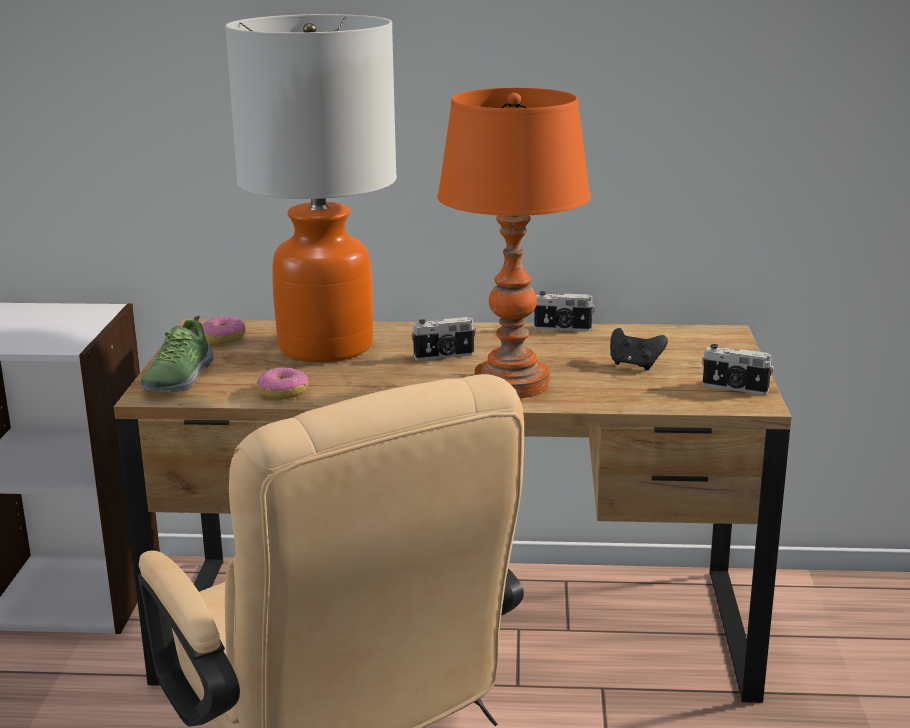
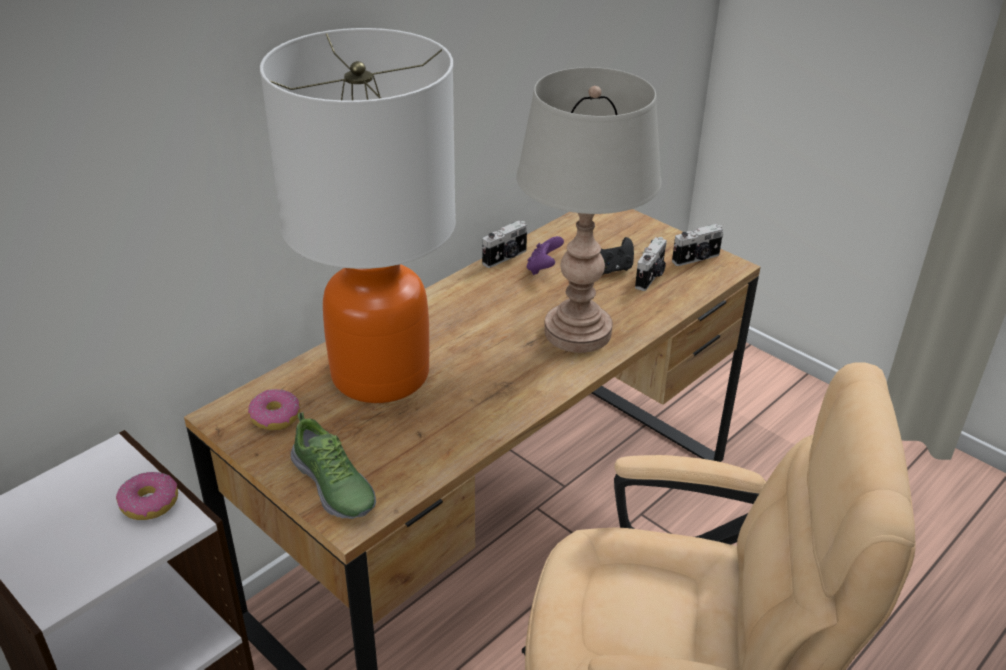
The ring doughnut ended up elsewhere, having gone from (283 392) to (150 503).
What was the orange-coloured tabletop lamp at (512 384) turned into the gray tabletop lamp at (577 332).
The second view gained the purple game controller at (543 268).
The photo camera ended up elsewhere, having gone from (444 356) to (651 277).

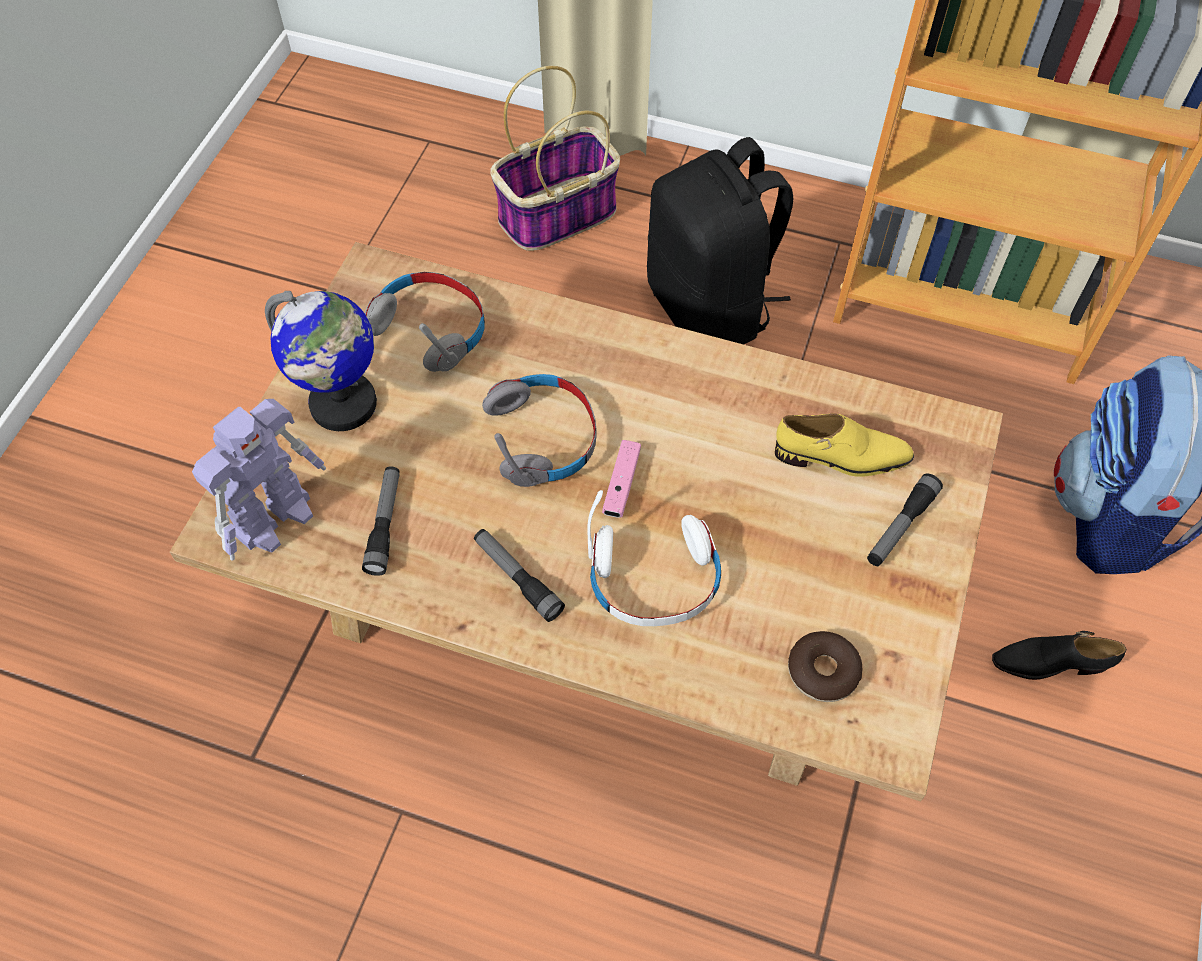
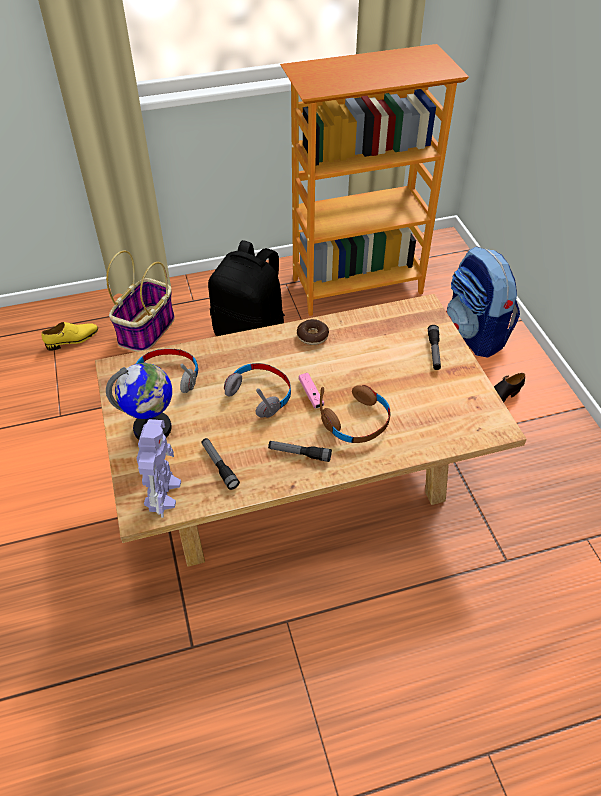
The yellowish shoe ended up elsewhere, having gone from (841 457) to (72 339).
The ring doughnut ended up elsewhere, having gone from (822 671) to (312 336).
What was the whitish headset at (654 580) turned into the brown headset at (357 422).

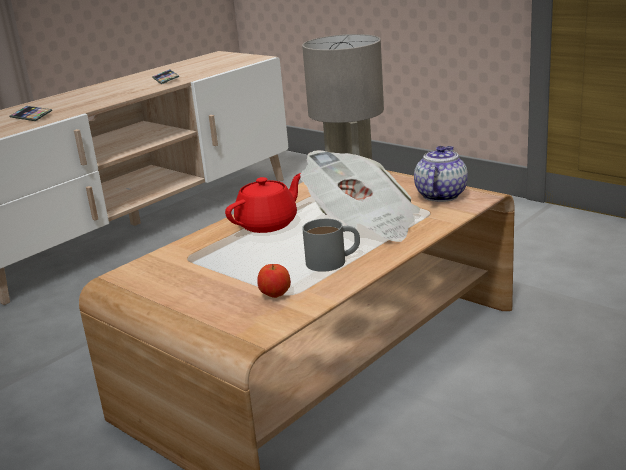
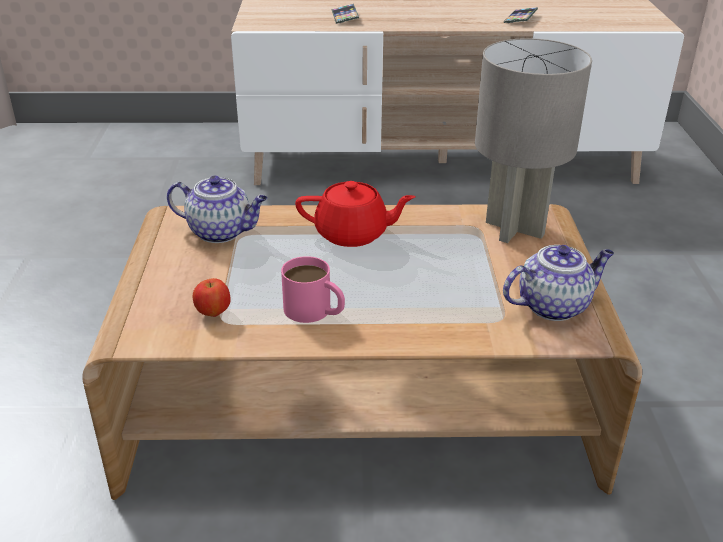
The second view gained the pot for tea at (221 232).
What was the gray tea mug at (333 261) turned into the pink-coloured tea mug at (315 311).
The second view lost the newspaper at (363 223).

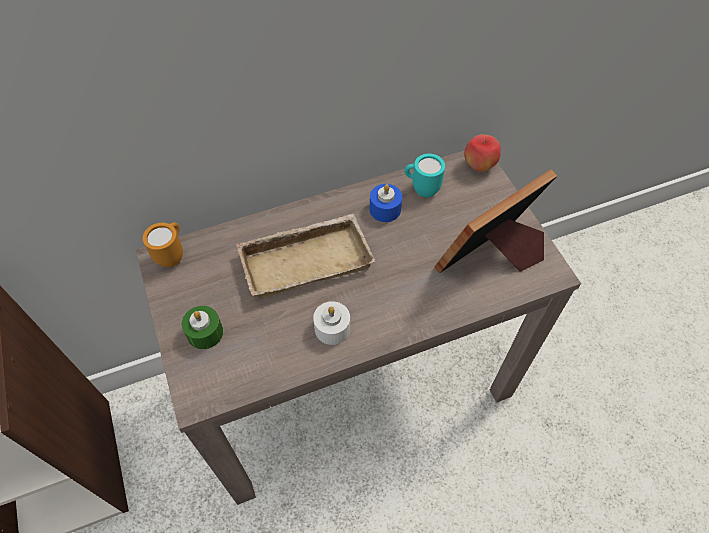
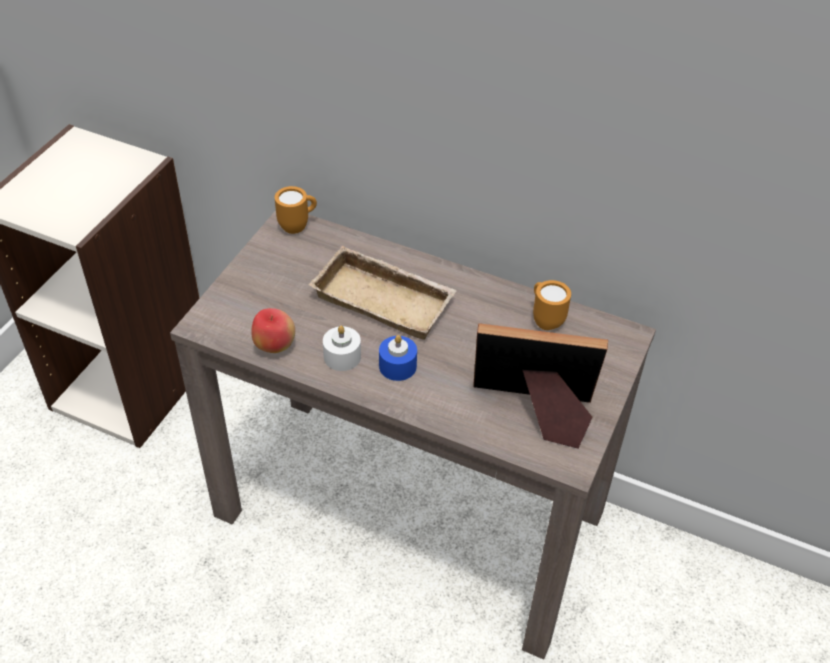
The whole apple ended up elsewhere, having gone from (479 166) to (274 347).
The bluish wax light ended up elsewhere, having gone from (385 209) to (397 366).
What was the turquoise tea mug at (421 189) turned into the orange-coloured tea mug at (545 319).
The second view lost the green-coloured wax light at (205 332).

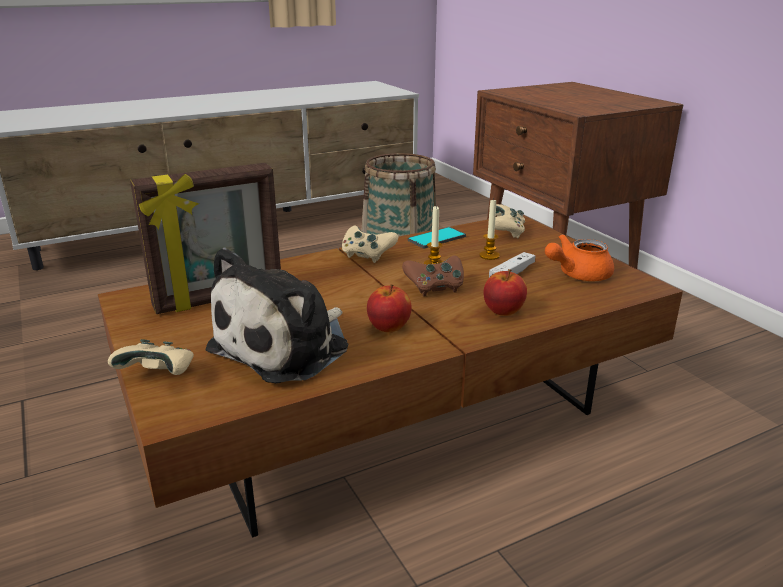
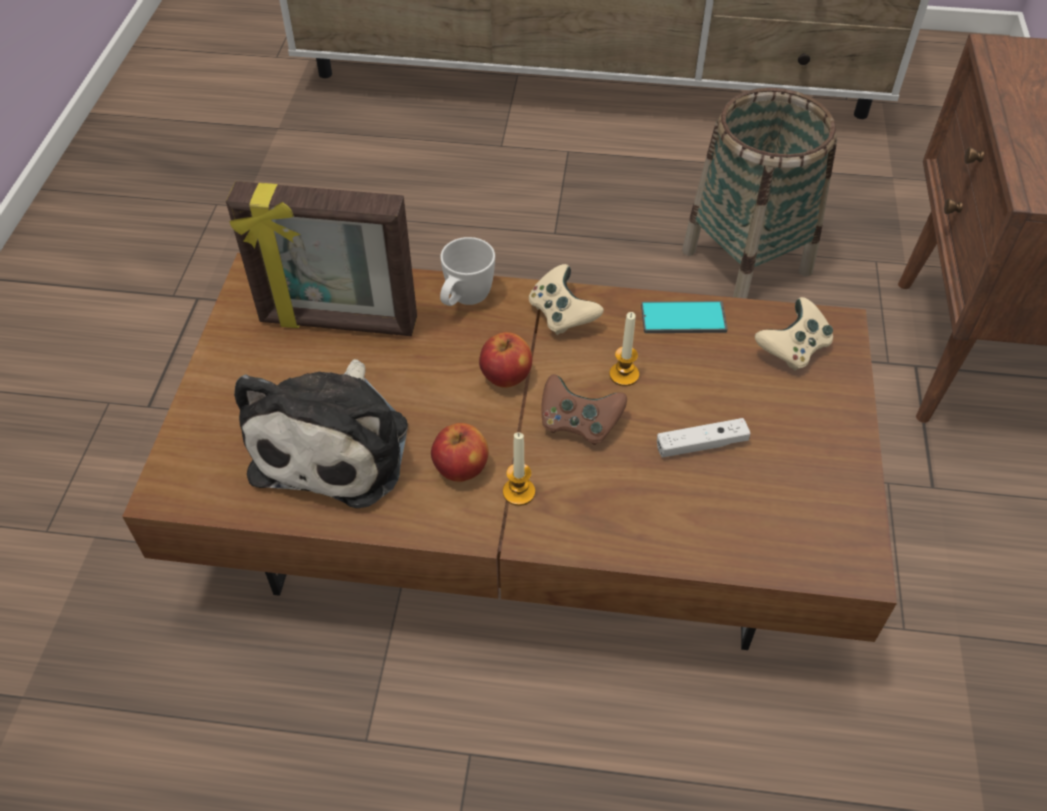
The soft toy at (286 347) ended up facing another way, 60 degrees counterclockwise from before.
The second view gained the whitish tea mug at (464 301).
The whole apple ended up elsewhere, having gone from (503 311) to (506 377).
The wax light ended up elsewhere, having gone from (489 256) to (519 492).
The second view lost the beige game controller at (159 376).
The second view lost the orange-coloured pot for tea at (577 275).

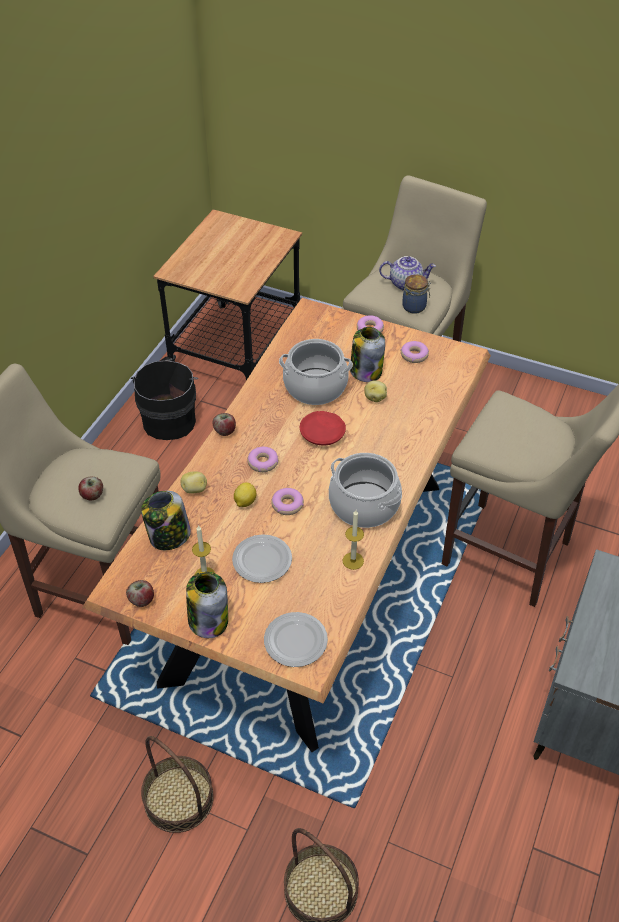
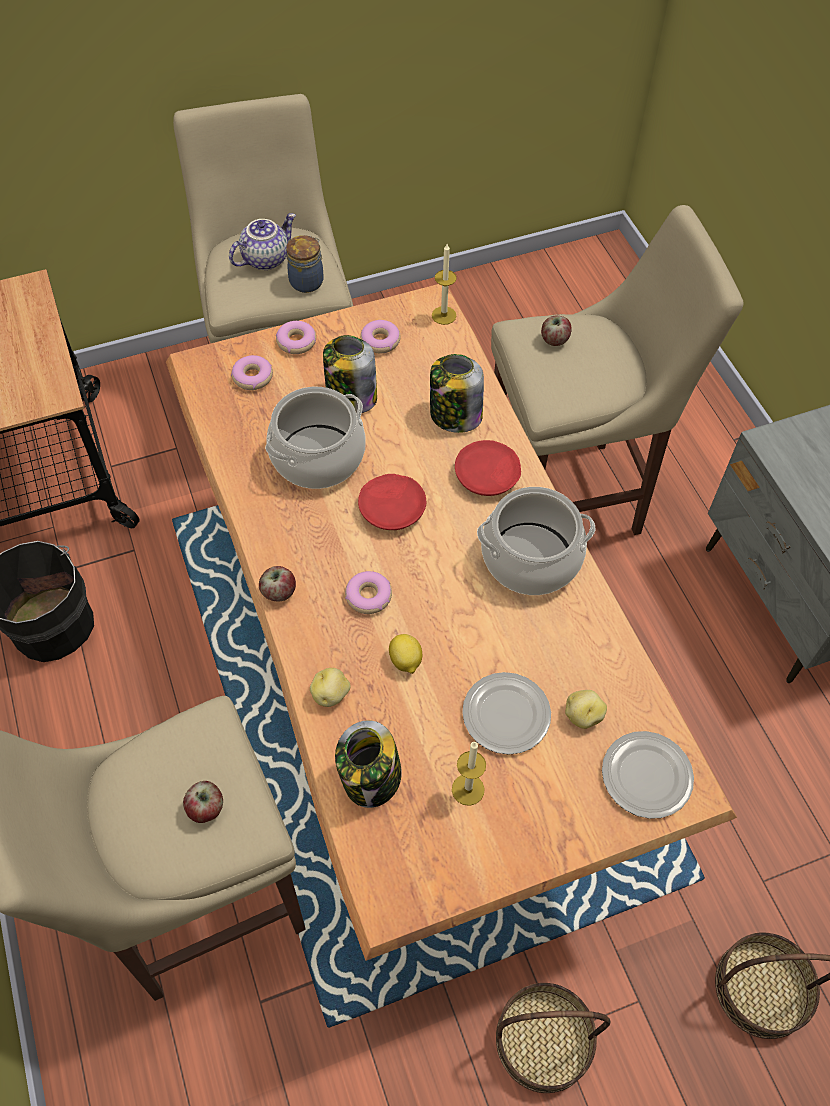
The ring doughnut ended up elsewhere, having gone from (287 505) to (253 377).
The storage jar ended up elsewhere, having gone from (208 620) to (454 415).
The wax light ended up elsewhere, having gone from (353 561) to (444 315).
The second view gained the red-coloured plate at (487 476).
The whole apple ended up elsewhere, having gone from (142 600) to (554 340).
The spud ended up elsewhere, having gone from (375 397) to (582 715).

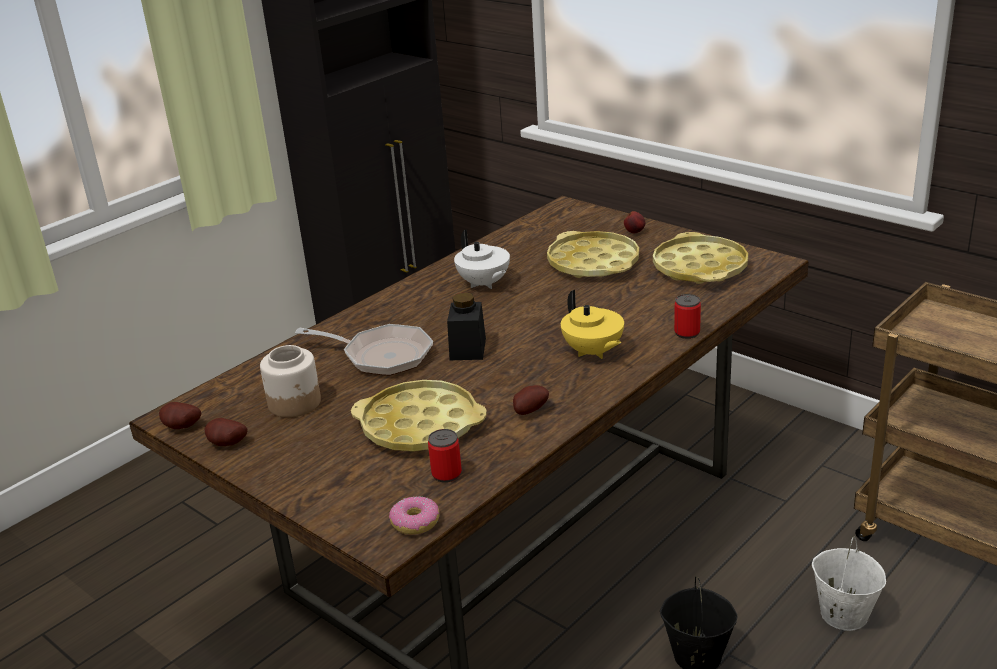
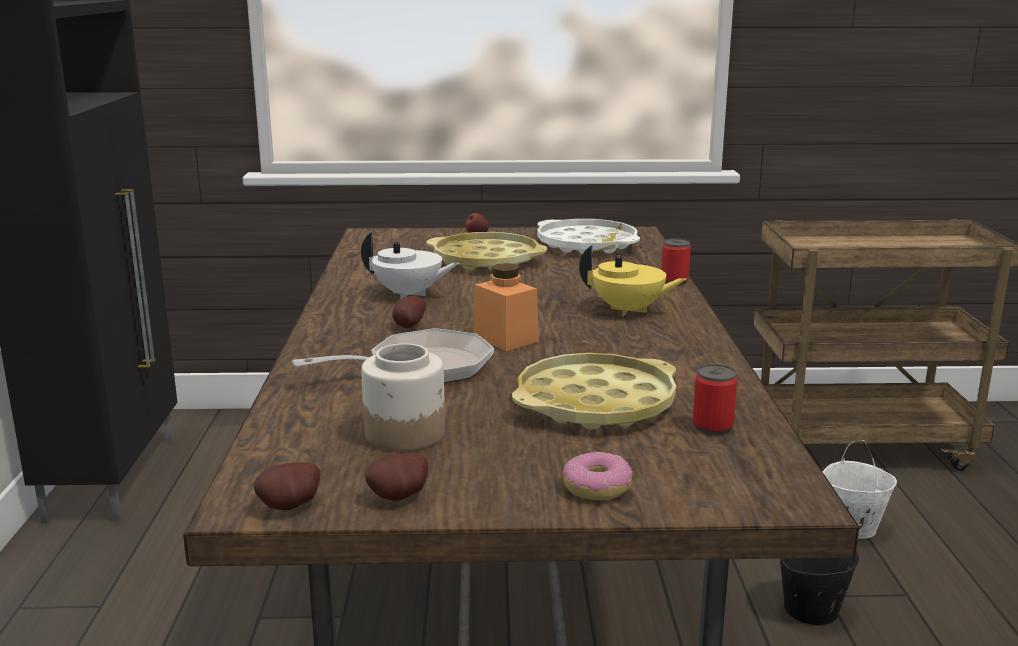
The spud ended up elsewhere, having gone from (529 411) to (408 327).
What was the black storage jar at (468 349) turned into the orange-coloured storage jar at (505 339).
What was the yellowish serving tray at (700 267) turned into the whitish serving tray at (587 245).
The ring doughnut ended up elsewhere, having gone from (415 522) to (597 487).

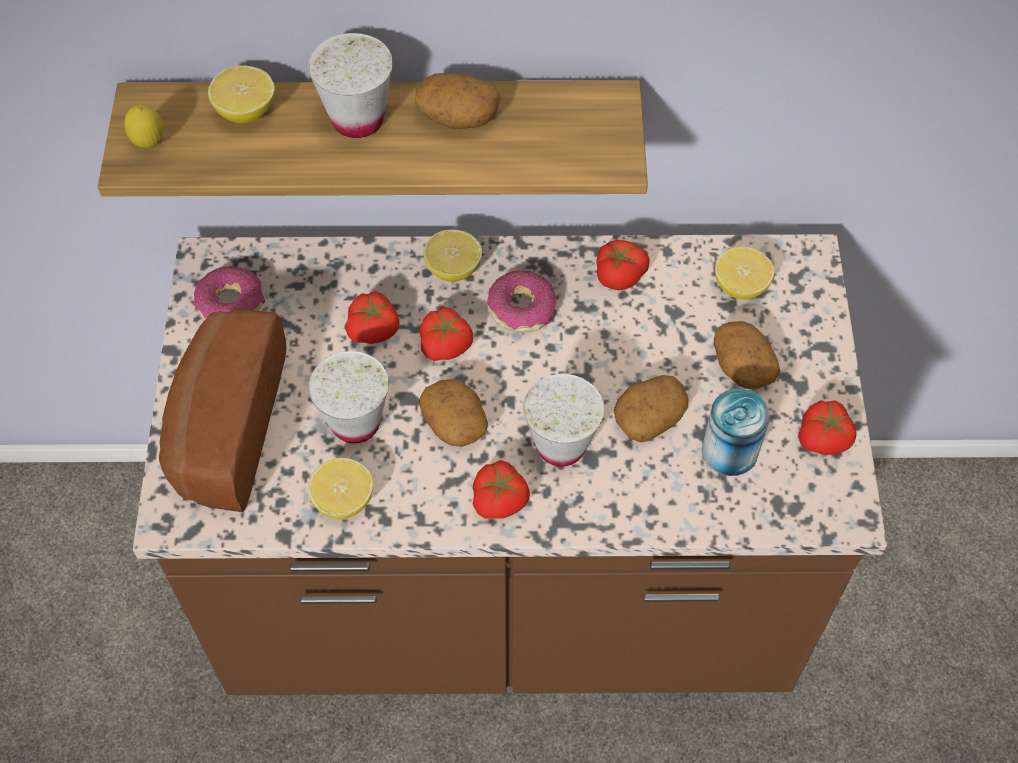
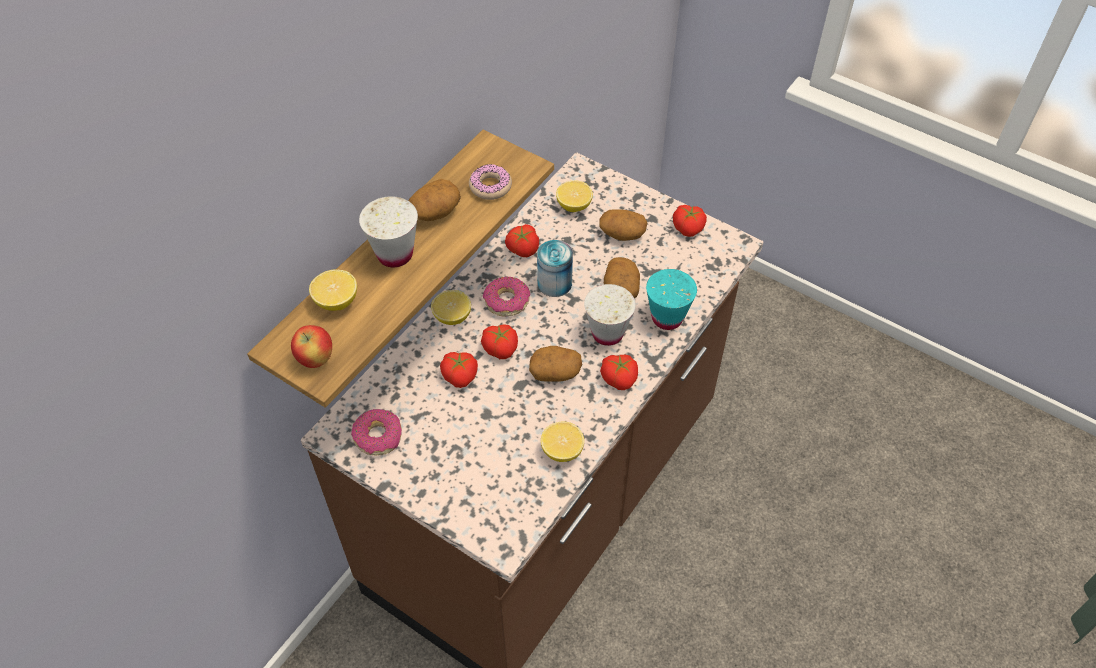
Where the whole lemon stood at (149 144), the whole apple came to stand at (316 359).
The second view gained the ring doughnut at (490 186).
The sealed can ended up elsewhere, having gone from (729 451) to (554 283).
The second view gained the turquoise drinking cup at (667 318).
The second view lost the bread at (223 427).
The second view lost the whitish drinking cup at (355 423).

